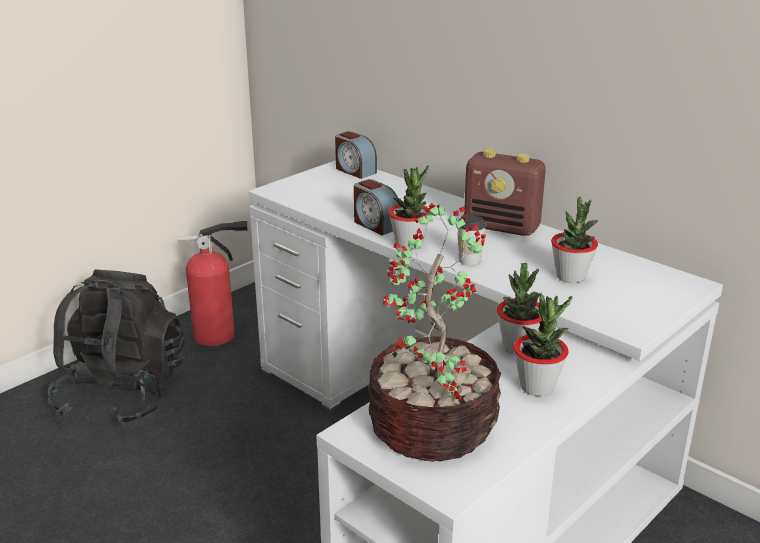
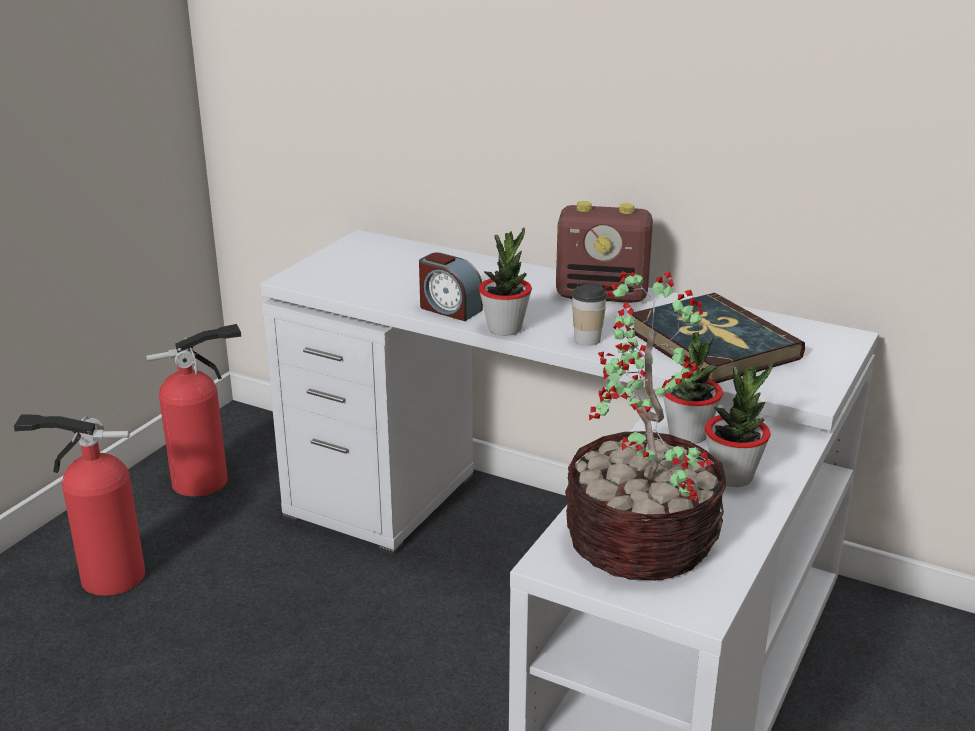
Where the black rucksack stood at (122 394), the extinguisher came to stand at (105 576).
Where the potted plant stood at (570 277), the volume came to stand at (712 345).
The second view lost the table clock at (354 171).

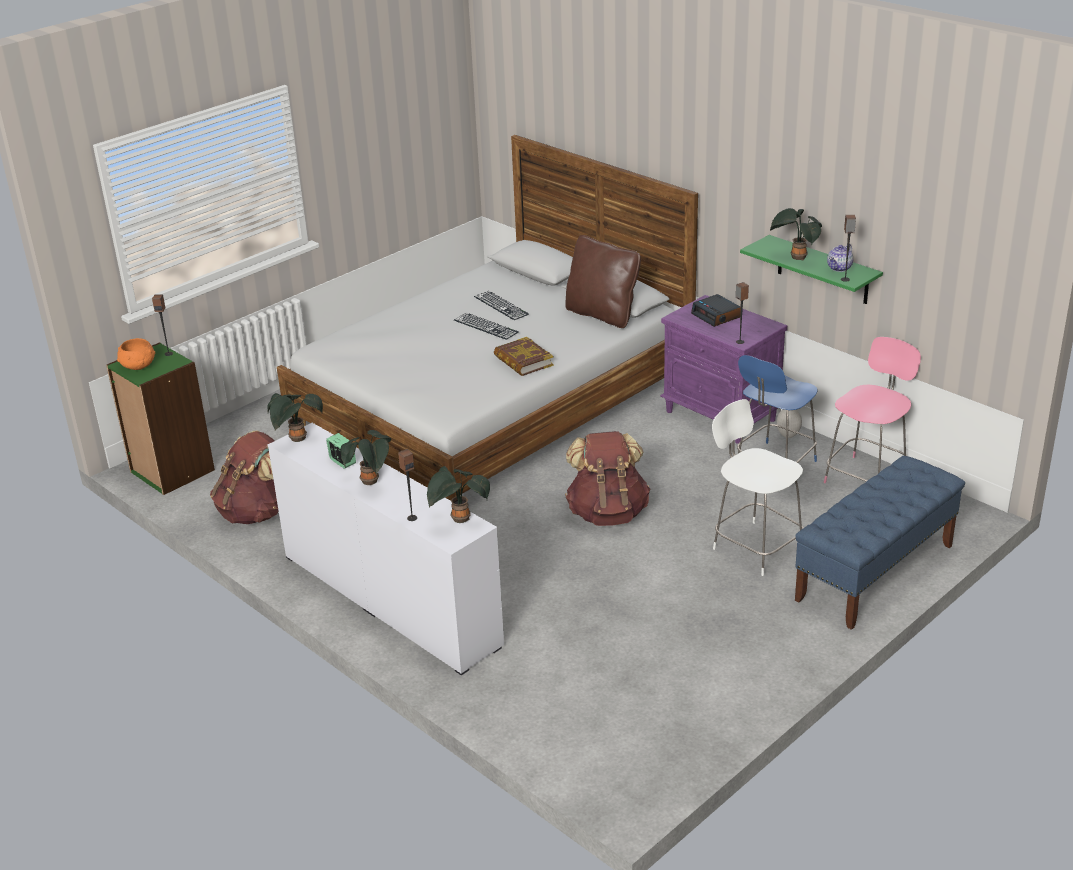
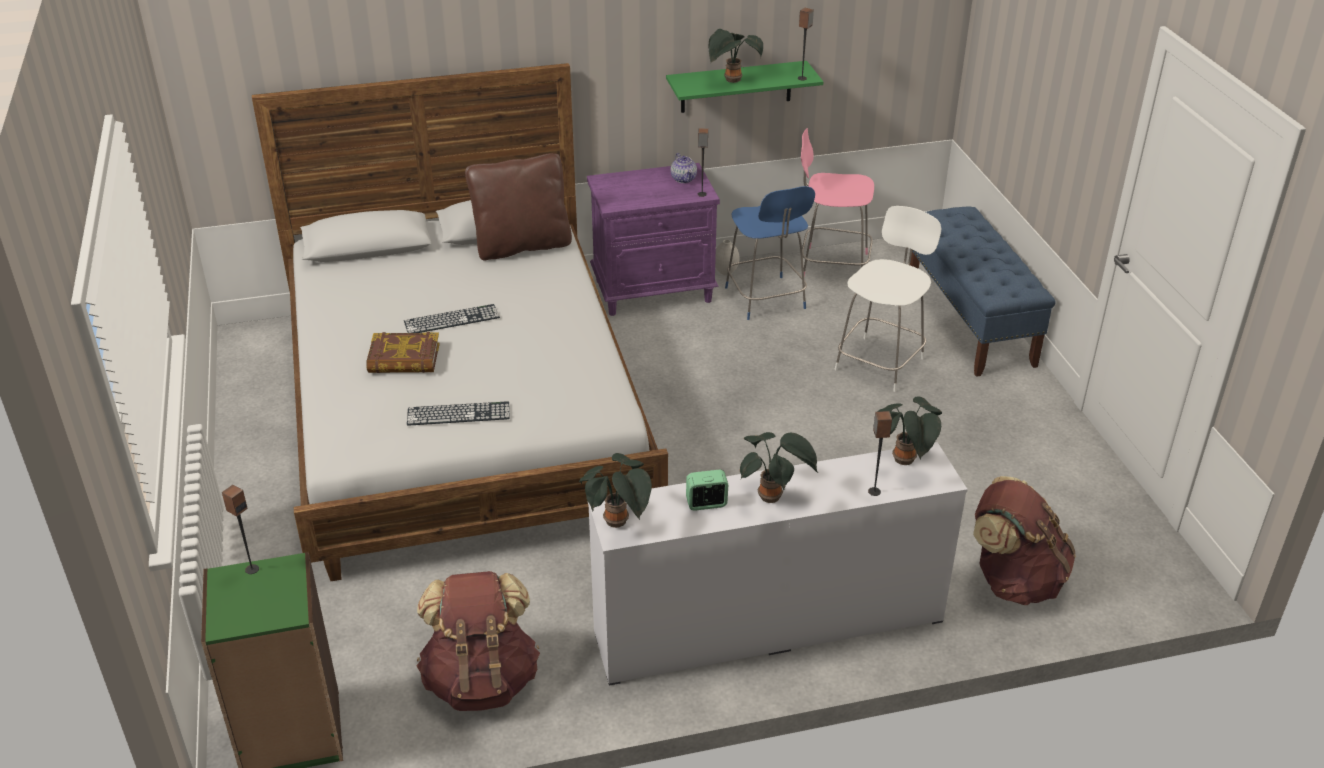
The volume ended up elsewhere, having gone from (523 361) to (404 359).
The keyboard ended up elsewhere, having gone from (501 305) to (458 413).
The pot for tea ended up elsewhere, having gone from (839 268) to (684 179).
The pink-coloured chair at (867 477) ended up facing another way, 60 degrees counterclockwise from before.
The whitish chair at (755 546) ended up facing another way, 135 degrees clockwise from before.
The brown rucksack ended up elsewhere, having gone from (607 513) to (1013 580).
The second view lost the orange-coloured serving bowl at (138 366).
The second view lost the table clock at (717 315).

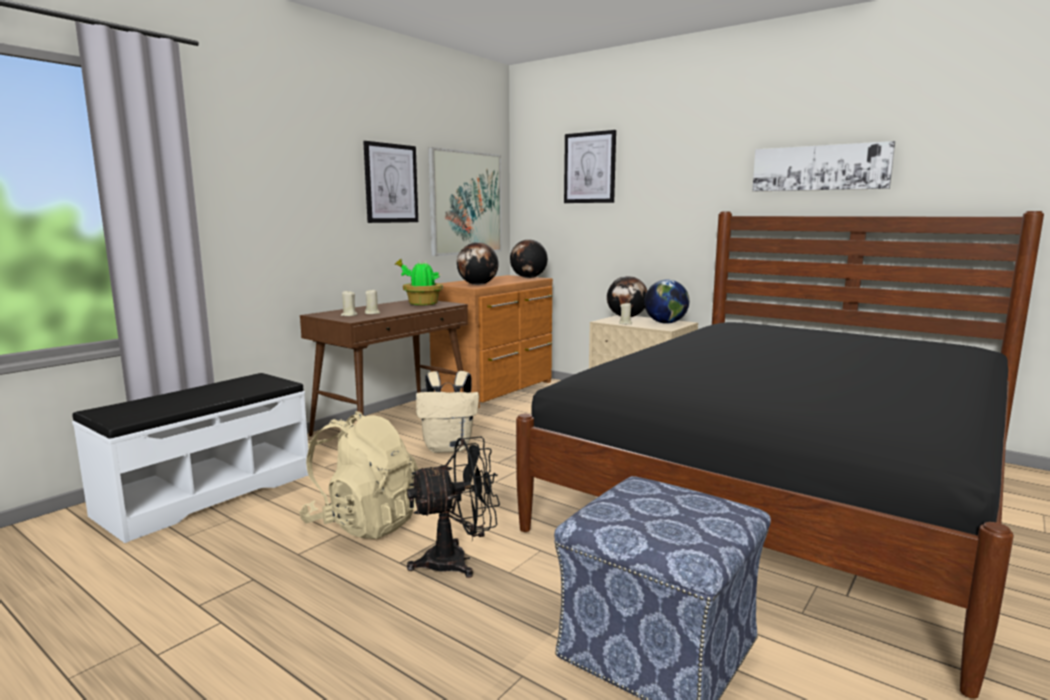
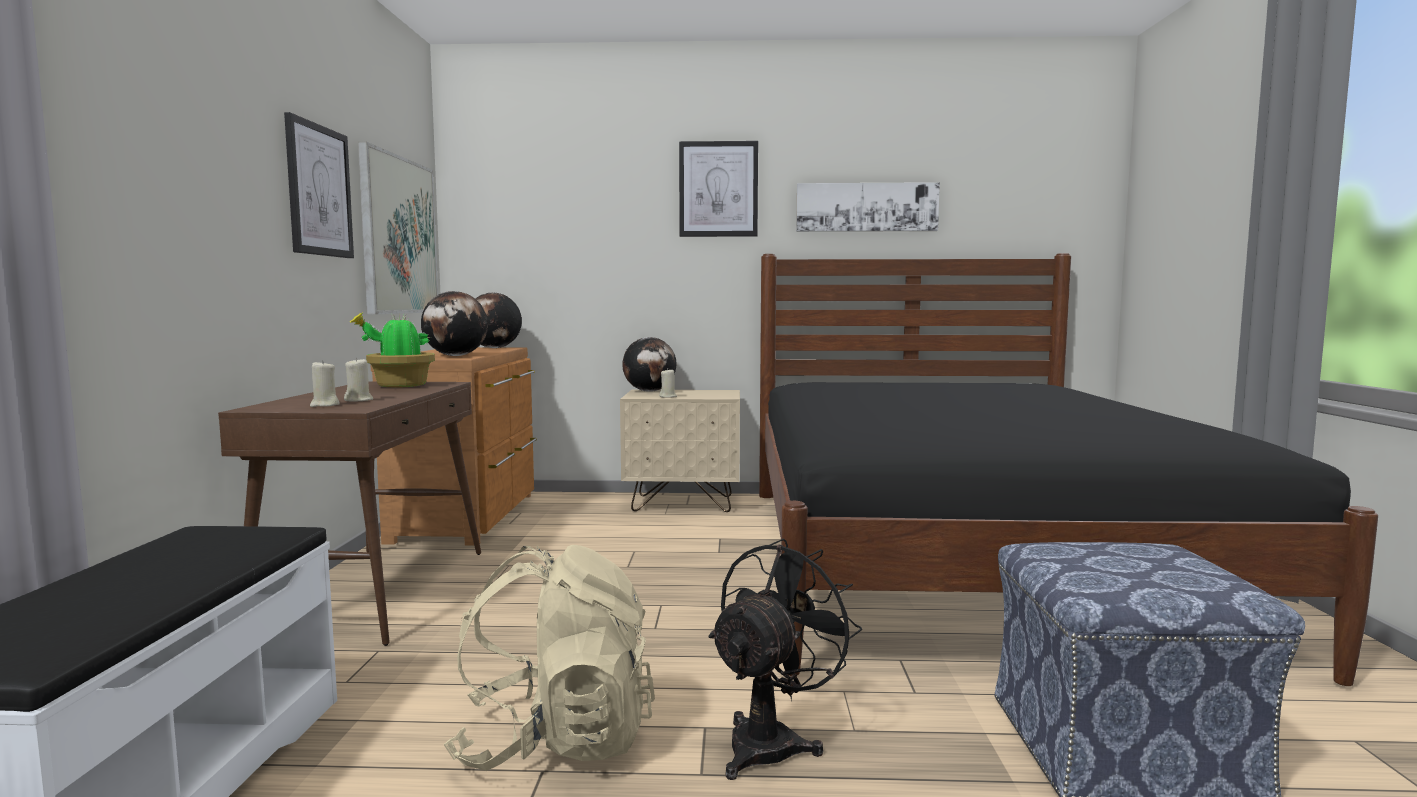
The wall art ended up elsewhere, having gone from (589 168) to (718 189).
The second view lost the beige rucksack at (449 448).
The second view lost the globe at (665 323).

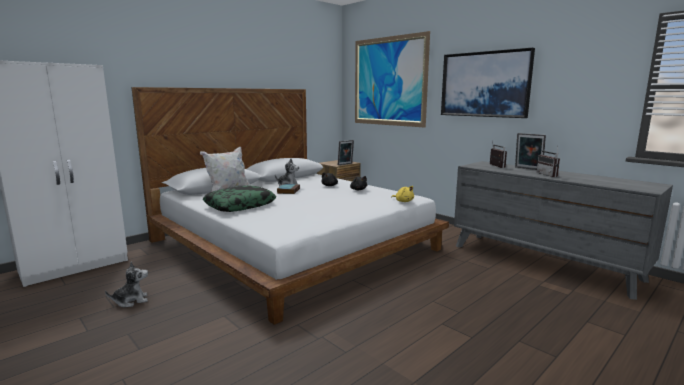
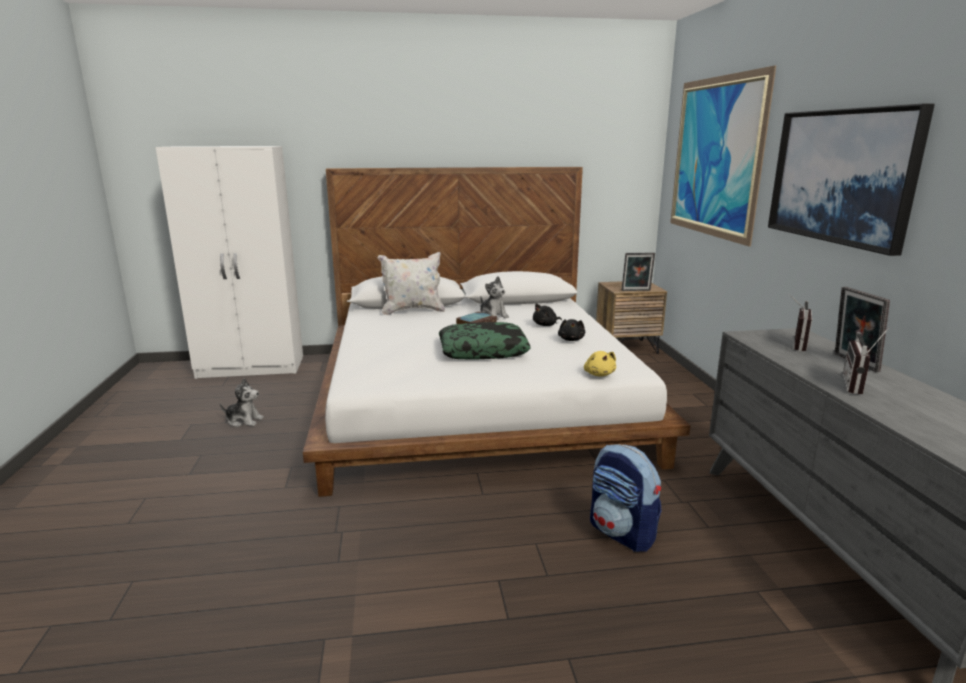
The cushion ended up elsewhere, having gone from (240 205) to (483 350).
The second view gained the rucksack at (622 533).

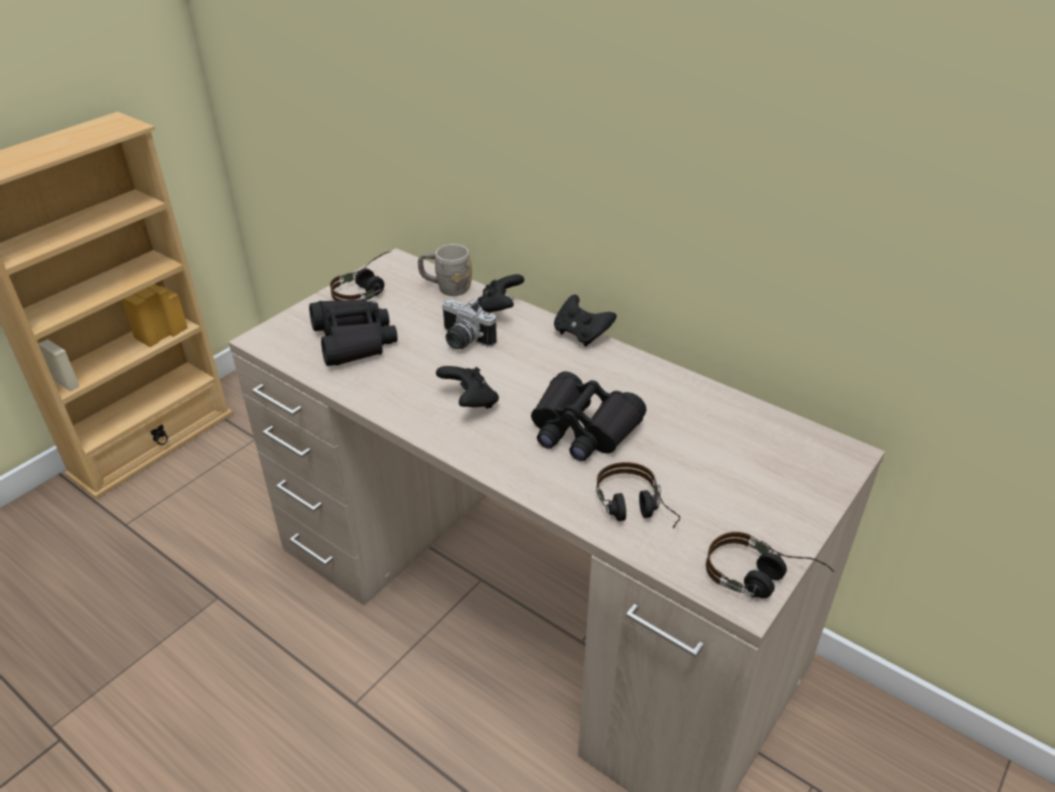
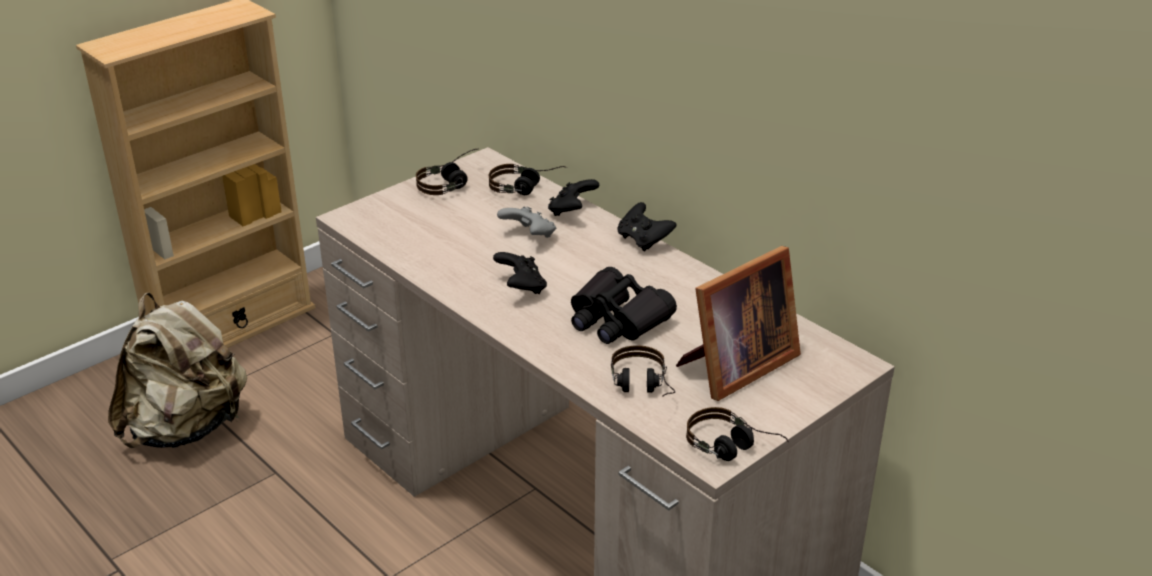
The second view gained the beige rucksack at (186 428).
Where the gray tea mug stood at (446 288), the headset came to stand at (527 188).
Where the photo camera stood at (463 341), the gray game controller came to stand at (529 236).
The second view gained the picture frame at (734 367).
The second view lost the black pair of binoculars at (353 341).

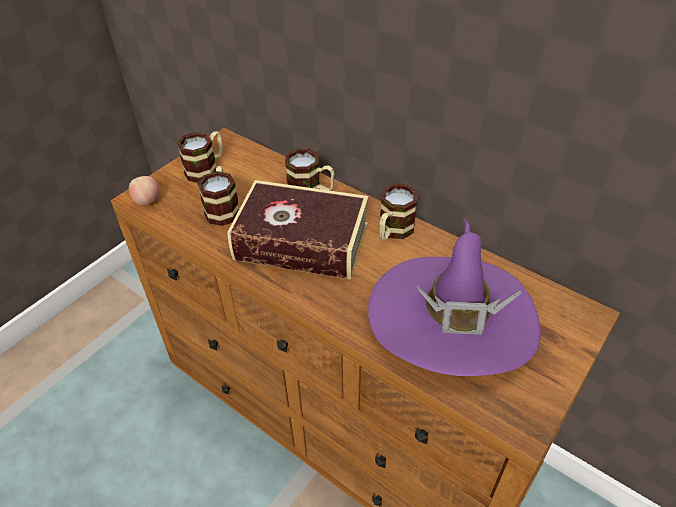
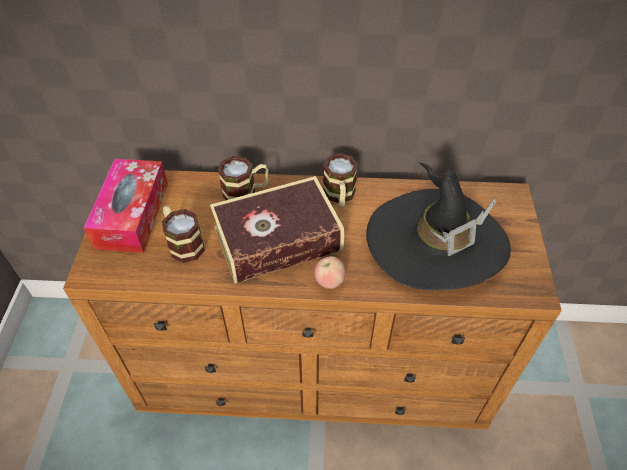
Where the tea mug stood at (206 169), the box of tissues came to stand at (132 214).
The whole apple ended up elsewhere, having gone from (148 202) to (329 282).
What was the purple wearable hat at (452 318) turned into the black wearable hat at (436 242).

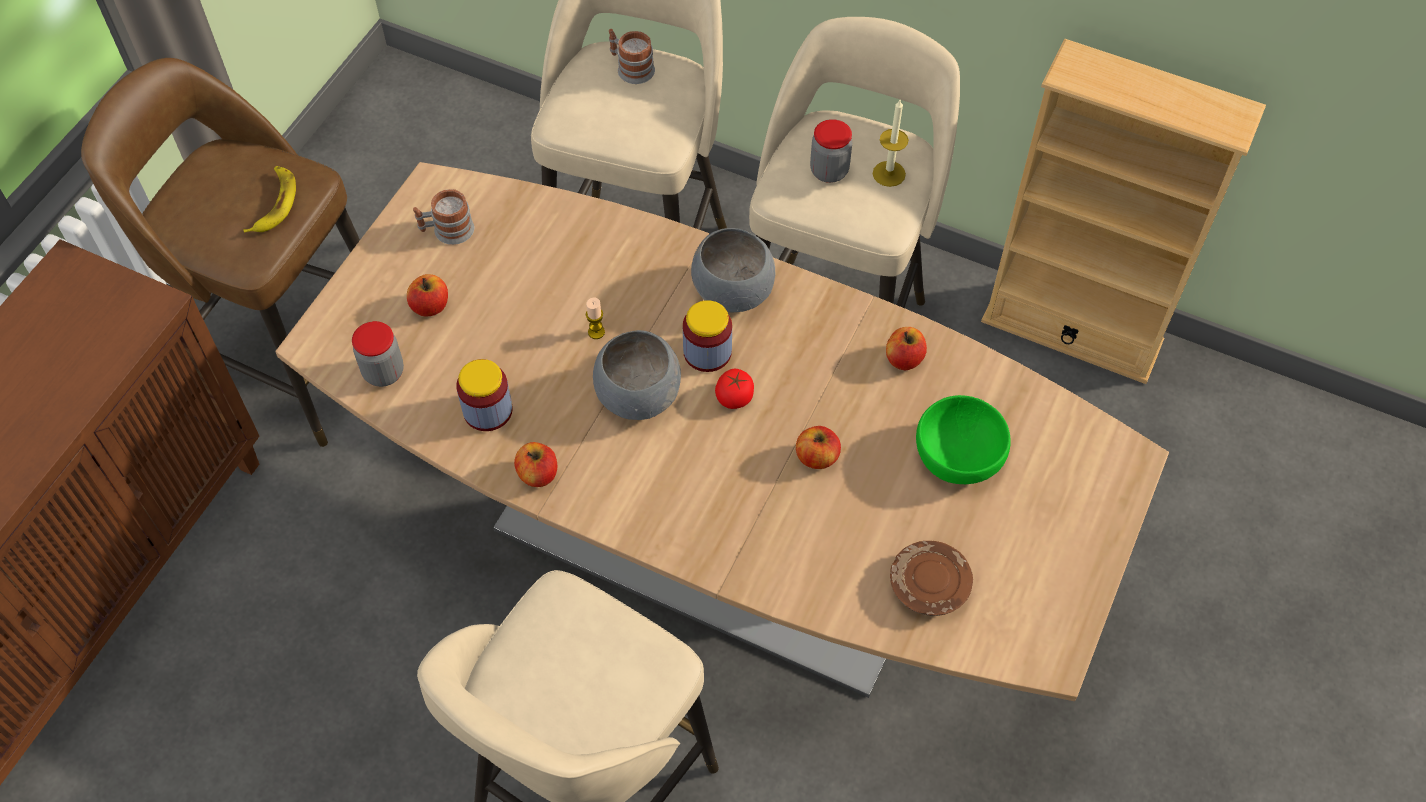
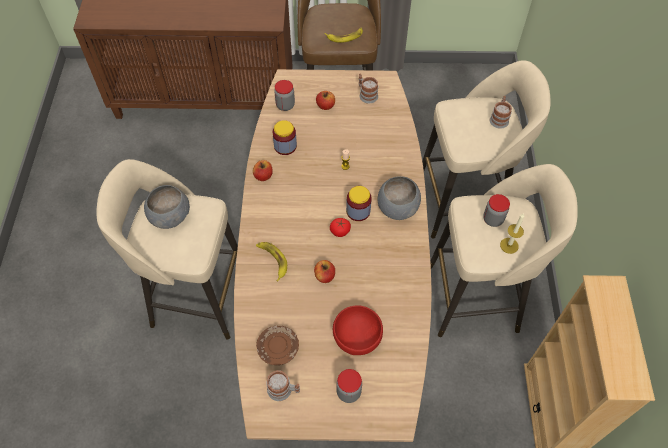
The gray serving bowl ended up elsewhere, having gone from (637 396) to (169 216).
The second view gained the banana at (272 260).
The second view gained the tea mug at (283 390).
What was the green-coloured serving bowl at (957 456) turned into the red-coloured serving bowl at (356 336).
The second view gained the storage jar at (348 392).
The second view lost the whole apple at (904 359).

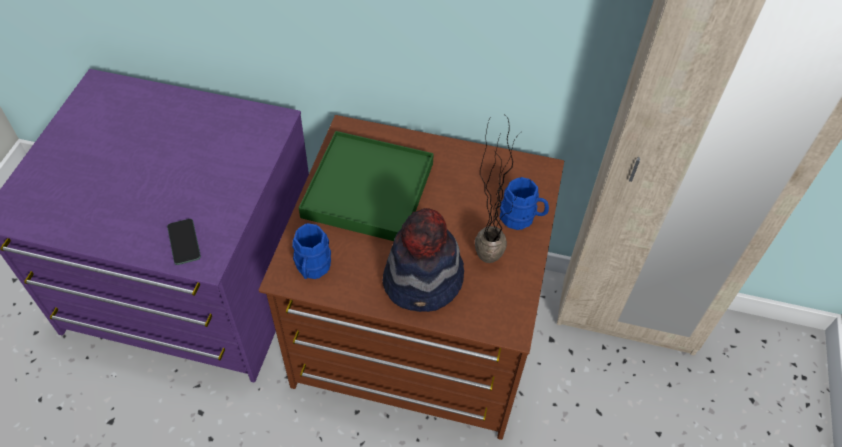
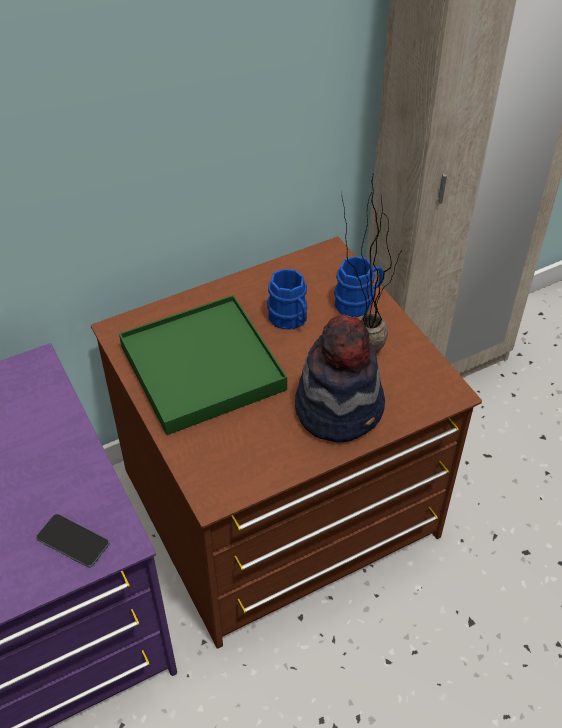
The bluish tea mug ended up elsewhere, having gone from (312 268) to (290 320).

